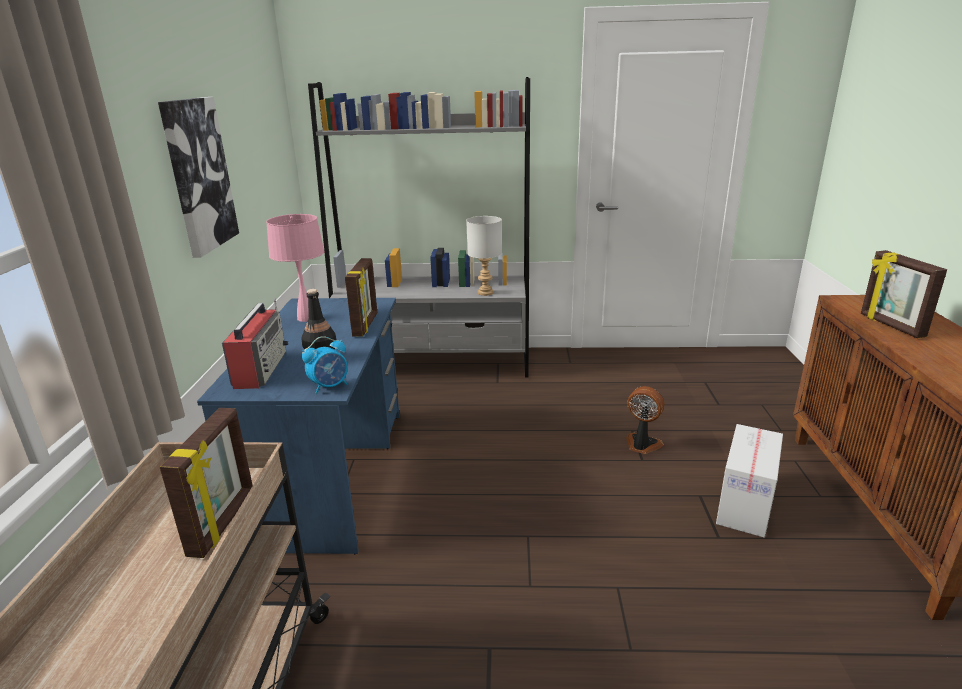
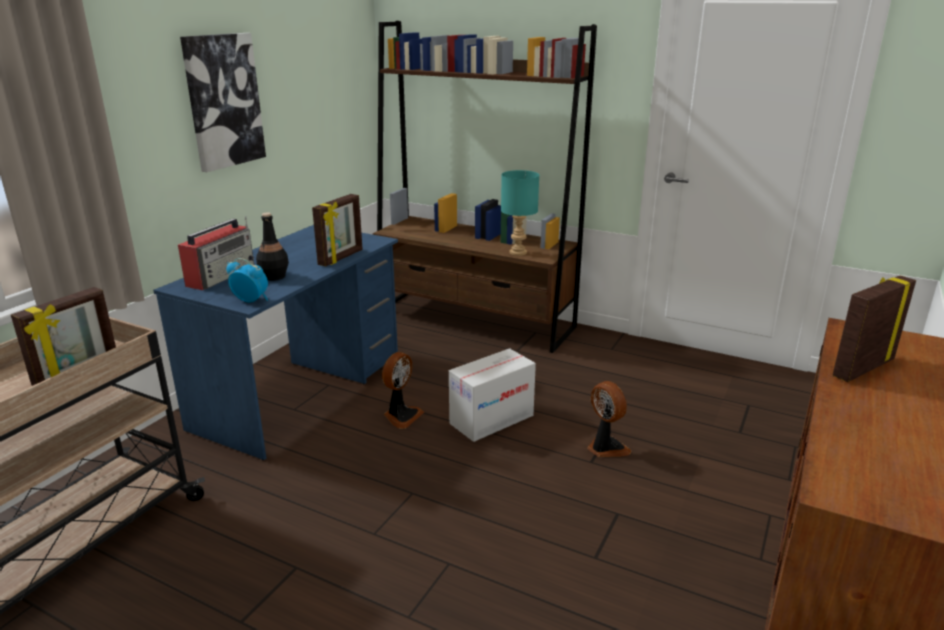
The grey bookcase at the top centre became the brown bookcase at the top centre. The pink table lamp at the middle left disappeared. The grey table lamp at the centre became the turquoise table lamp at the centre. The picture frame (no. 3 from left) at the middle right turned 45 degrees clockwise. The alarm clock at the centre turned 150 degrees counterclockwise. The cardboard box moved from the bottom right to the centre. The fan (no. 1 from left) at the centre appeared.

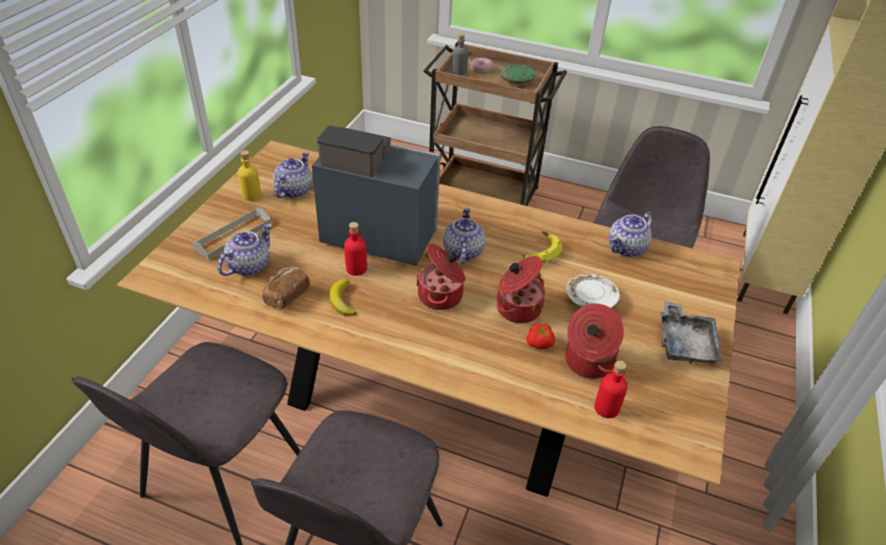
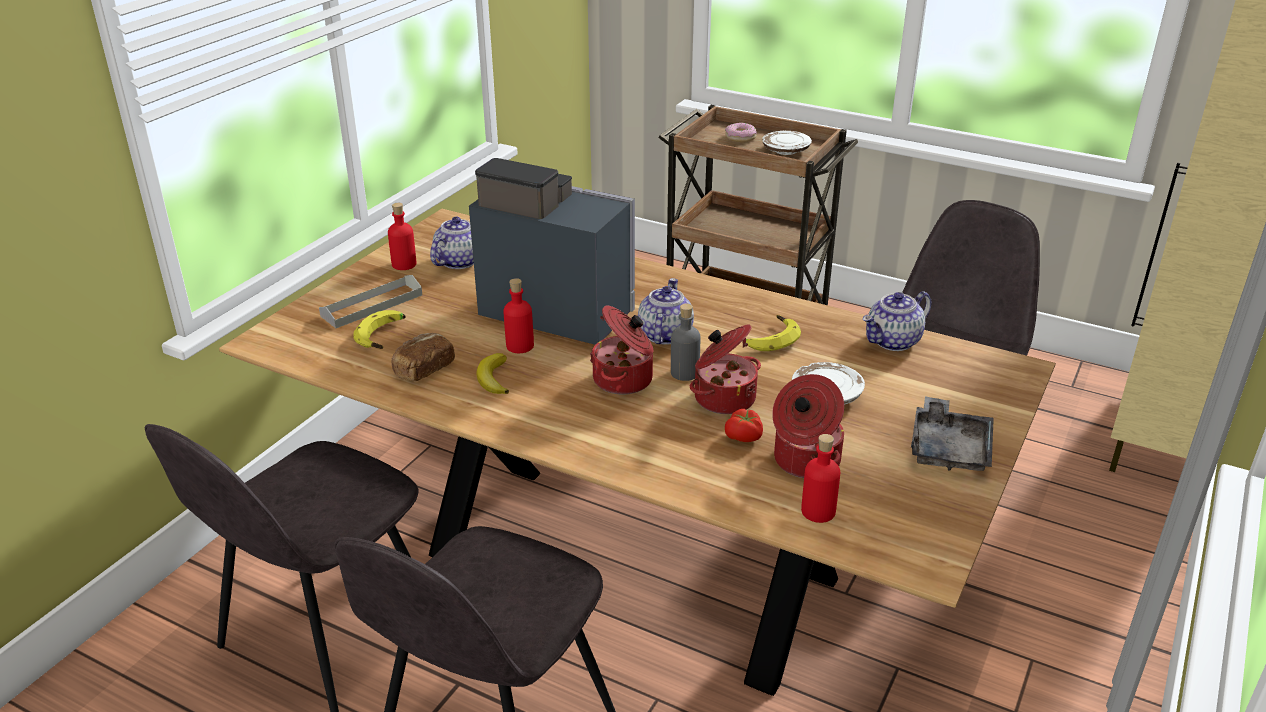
The grey bottle moved from the top centre to the centre. The green plate at the top centre became the white plate (no. 1 from left) at the top centre. The yellow bottle at the top left became the red bottle (no. 1 from left) at the top left. The teapot (no. 1 from left) at the middle left was replaced by the banana (no. 1 from left) at the middle left.

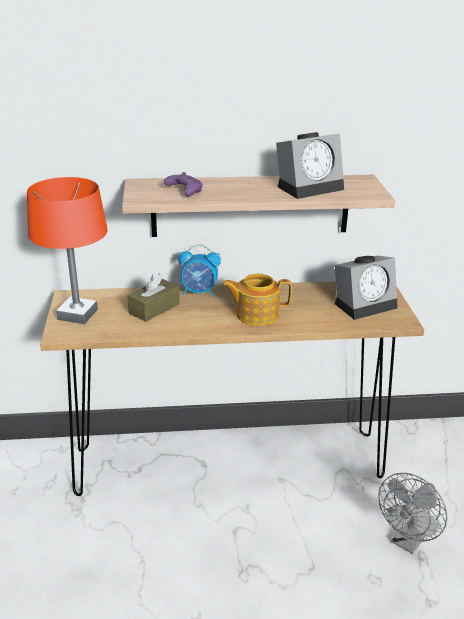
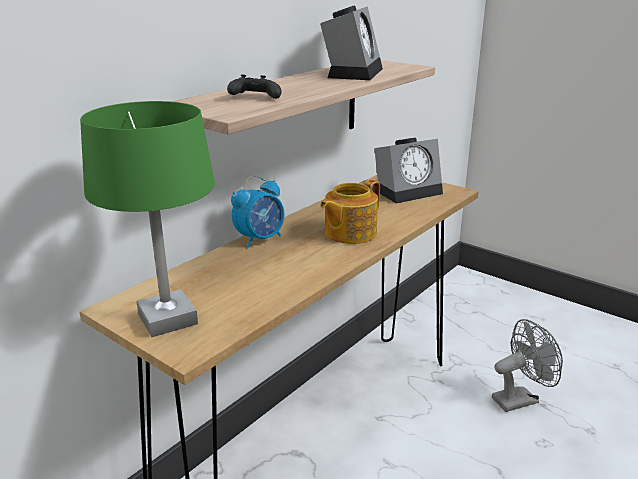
The purple game controller at the top centre became the black game controller at the top centre. The orange table lamp at the middle left became the green table lamp at the middle left. The alarm clock (no. 3 from left) at the middle right turned 45 degrees clockwise. The brown tissue box at the middle left disappeared. The grey fan at the bottom right turned 105 degrees counterclockwise.

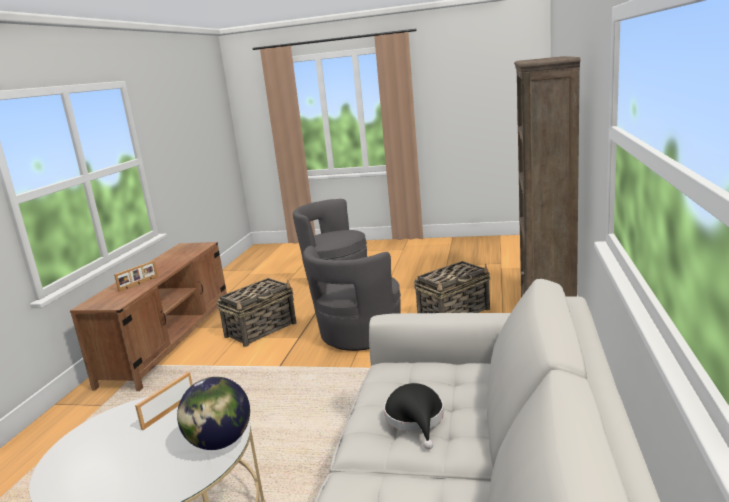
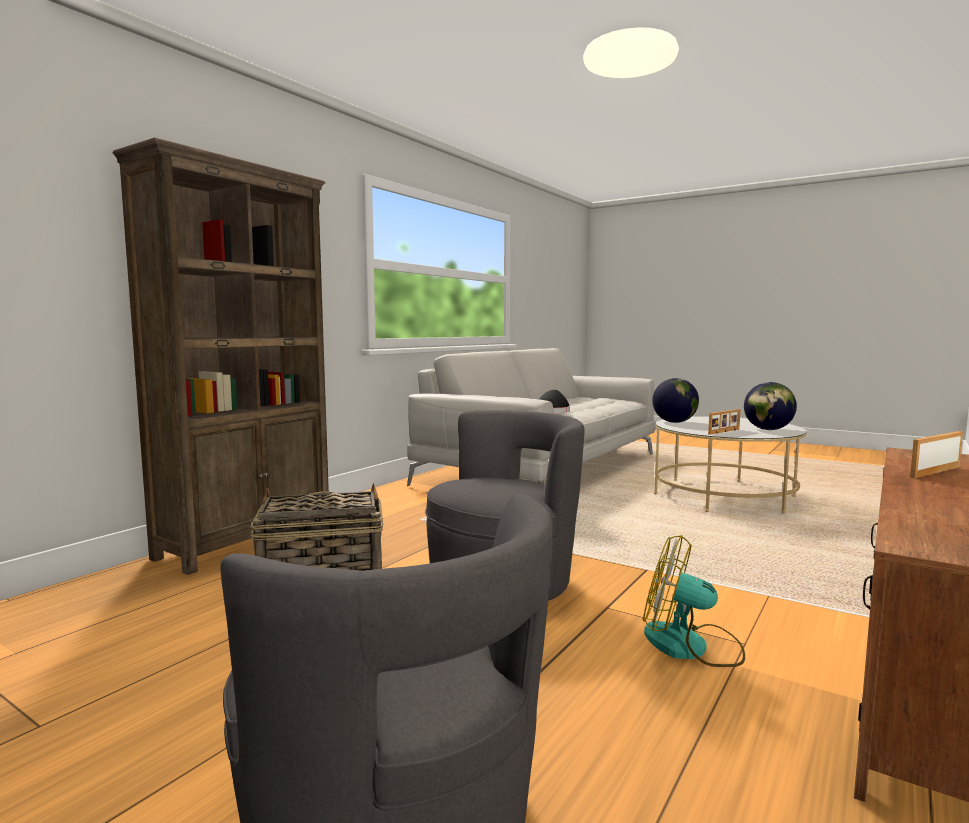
The basket (no. 1 from left) at the centre was replaced by the fan at the bottom right. The globe (no. 2 from left) at the middle right appeared.

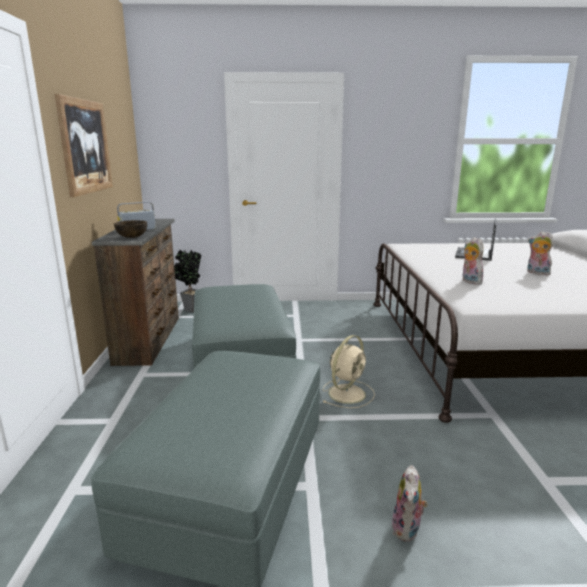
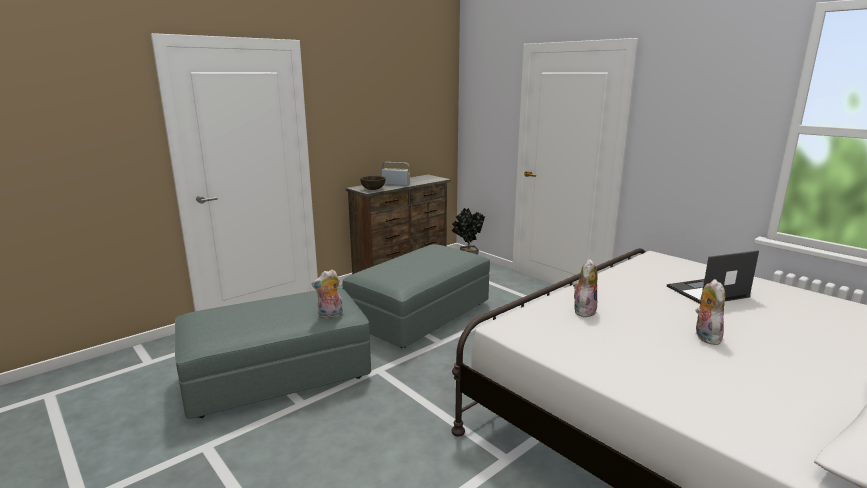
The picture at the top left disappeared. The beige fan at the centre disappeared. The plush toy (no. 1 from left) moved from the bottom right to the centre.

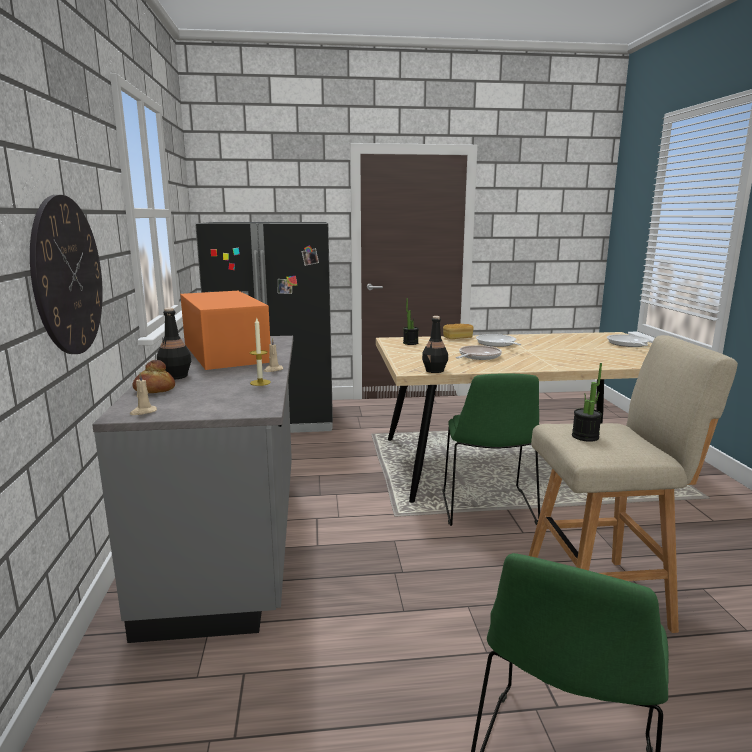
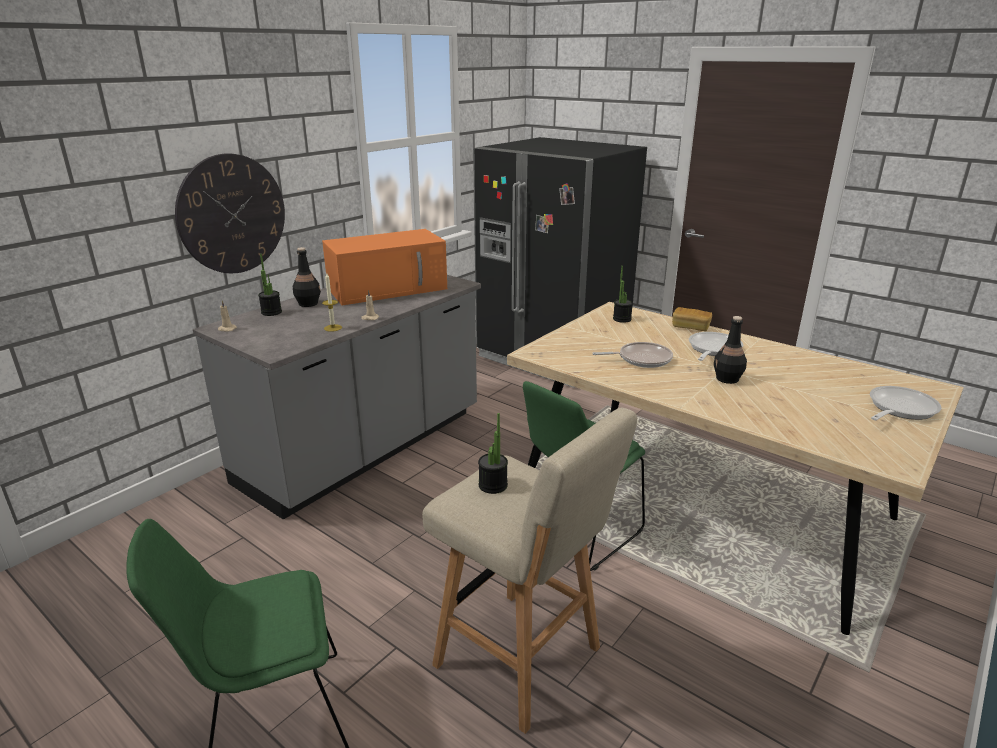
The orange microwave at the middle left turned 45 degrees clockwise. The black bottle (no. 2 from left) moved from the centre to the middle right. The bread (no. 1 from left) at the middle left was replaced by the potted plant (no. 1 from left) at the middle left.

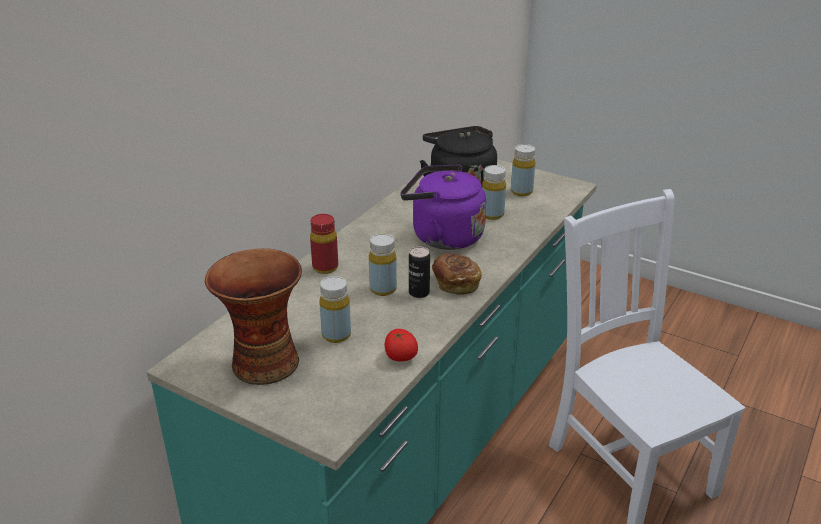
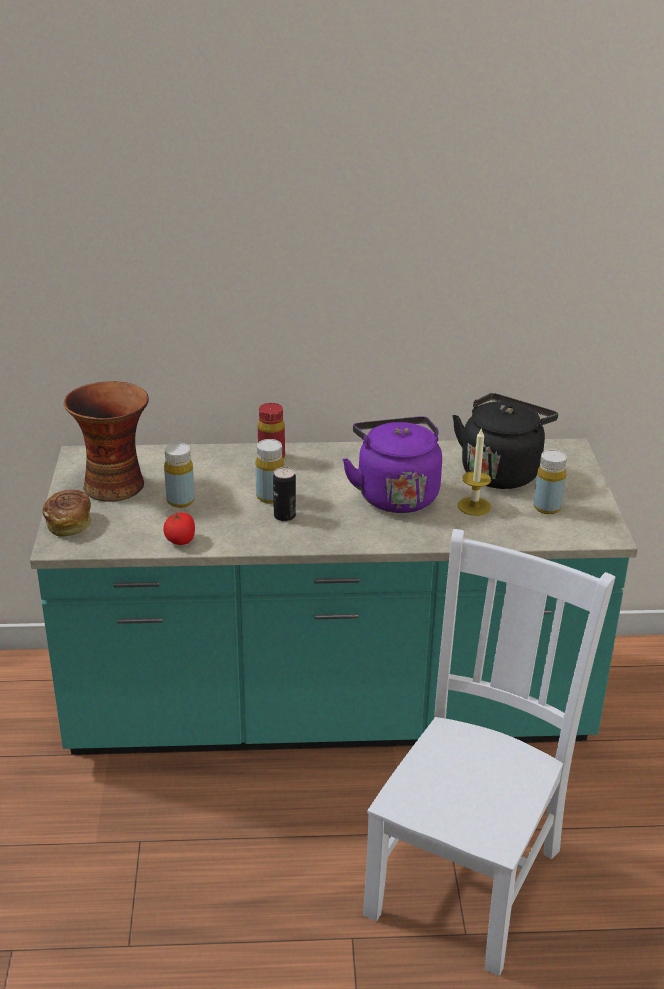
The yellow bottle (no. 3 from left) at the centre was replaced by the candle at the middle right. The bread moved from the centre to the middle left.

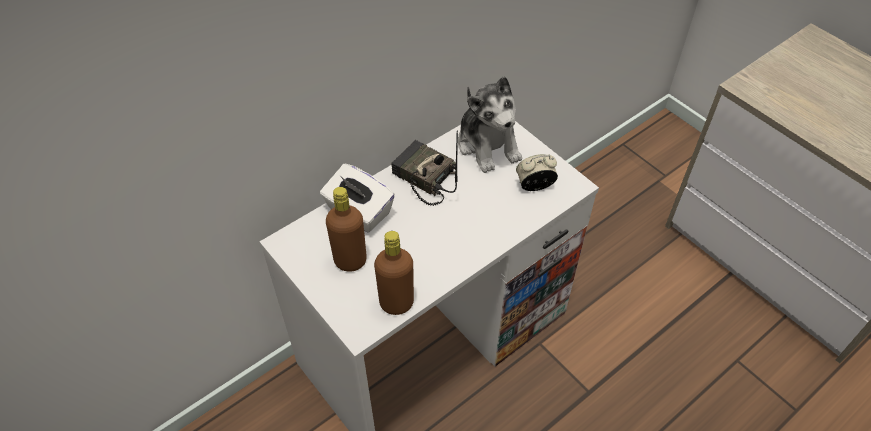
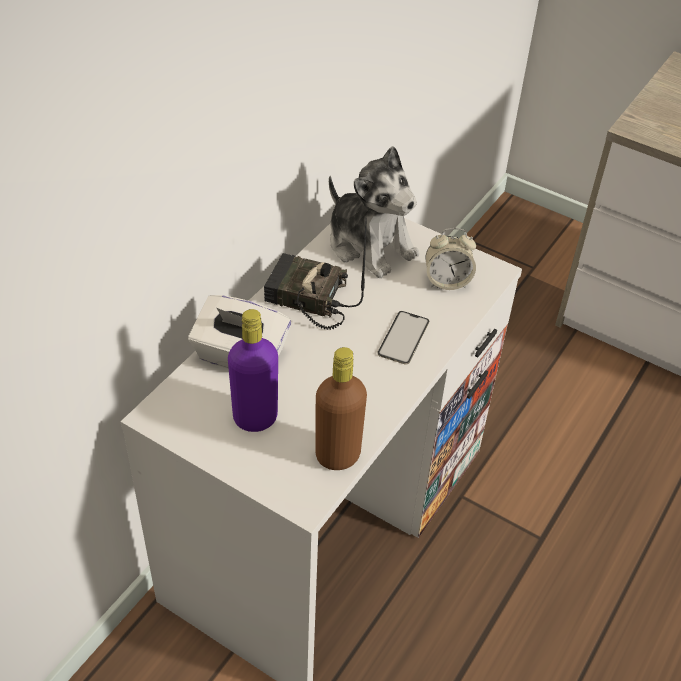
The alarm clock at the centre turned 150 degrees counterclockwise. The brown bottle (no. 1 from left) at the centre became the purple bottle at the centre. The phone at the centre appeared.

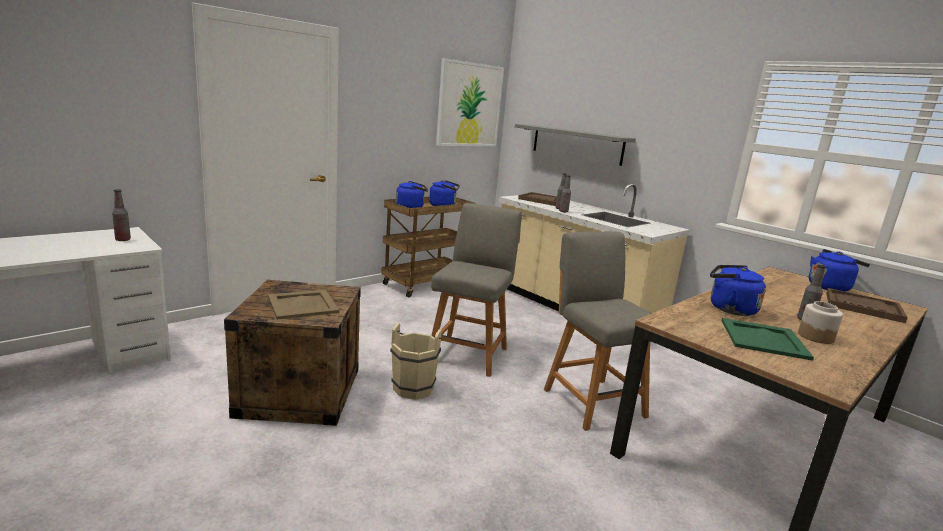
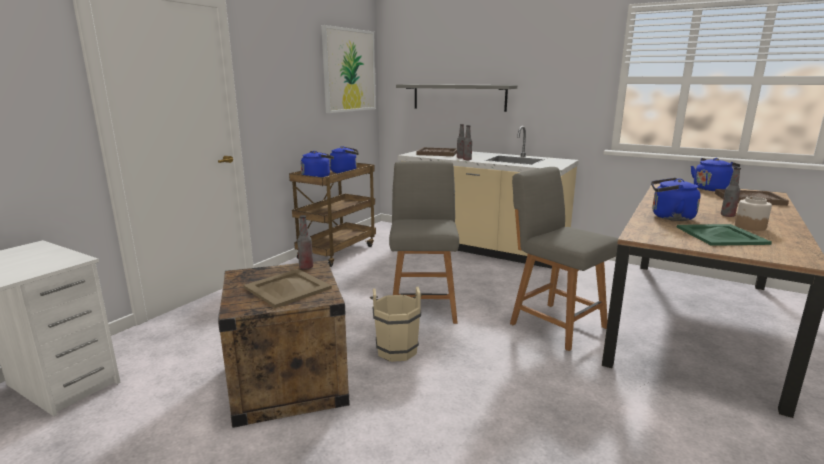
The bottle (no. 1 from left) moved from the middle left to the centre.

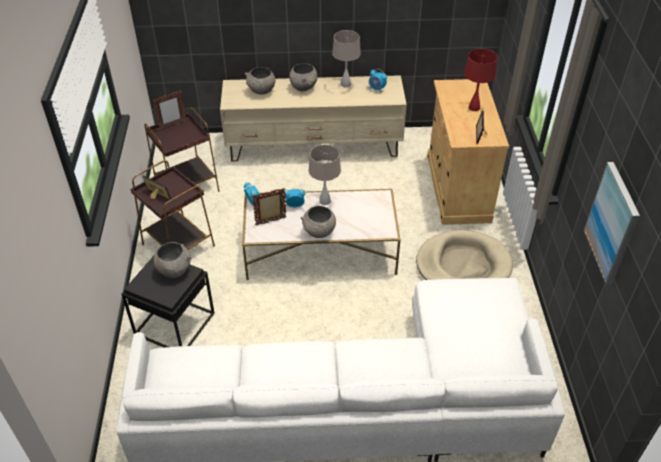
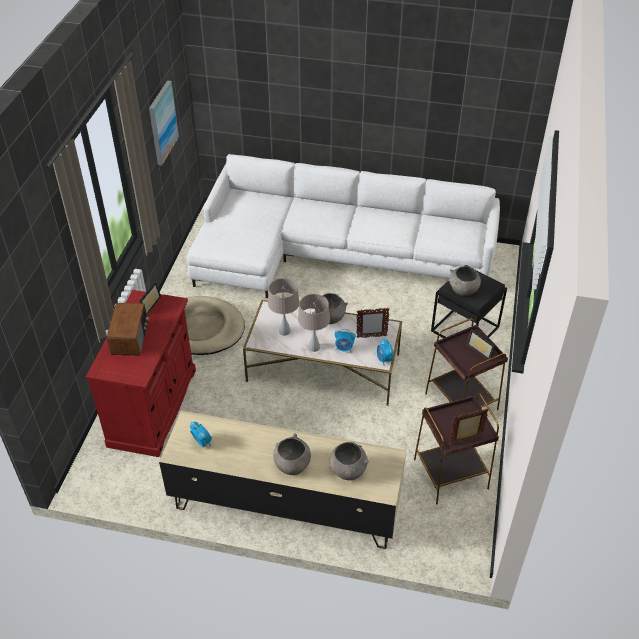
The beige table lamp (no. 2 from left in the first image) moved from the top centre to the centre. The red table lamp at the top right was replaced by the radio at the middle left. The beige cabinet at the top right became the red cabinet at the middle left.

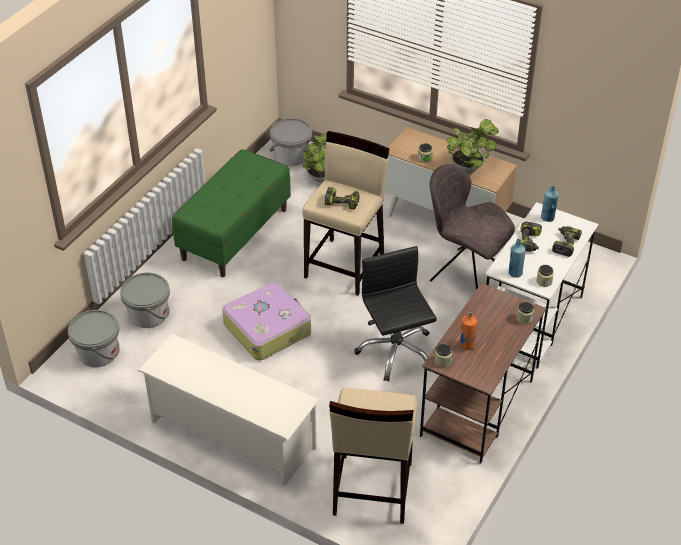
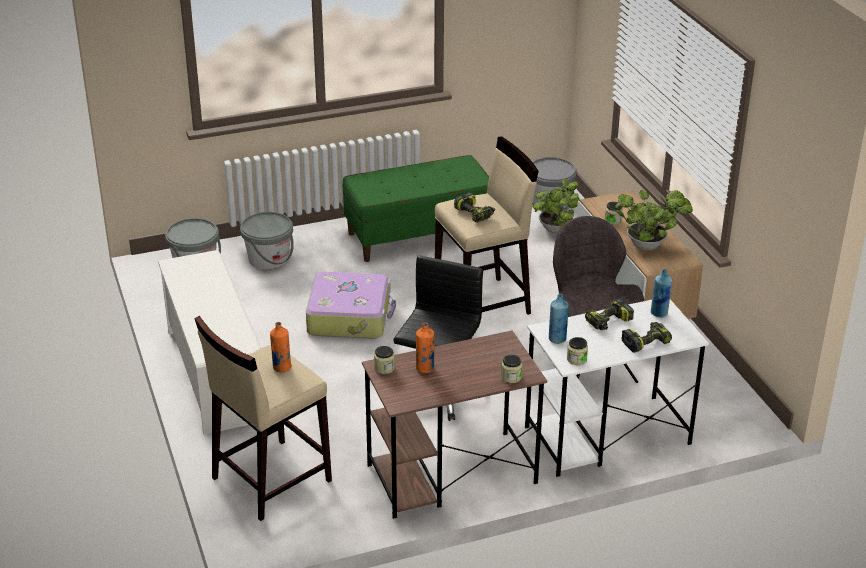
The orange bottle (no. 1 from left) at the middle left appeared.

